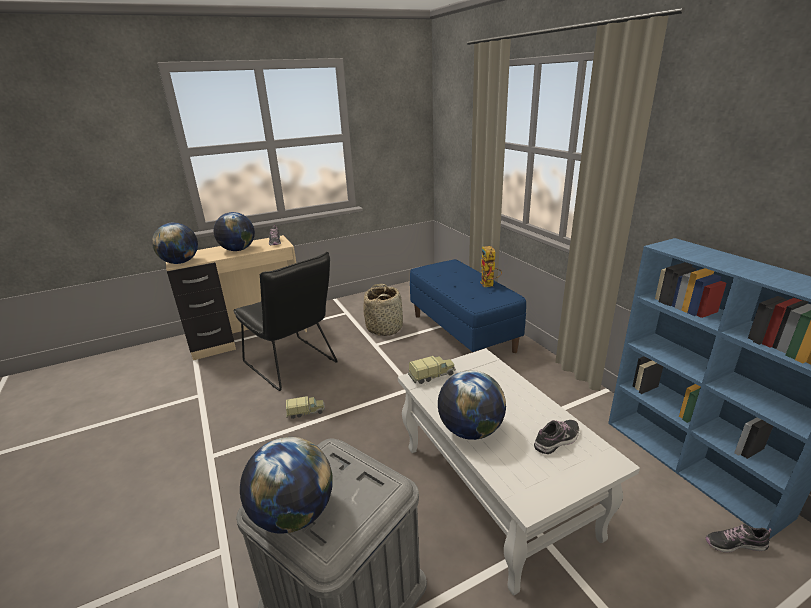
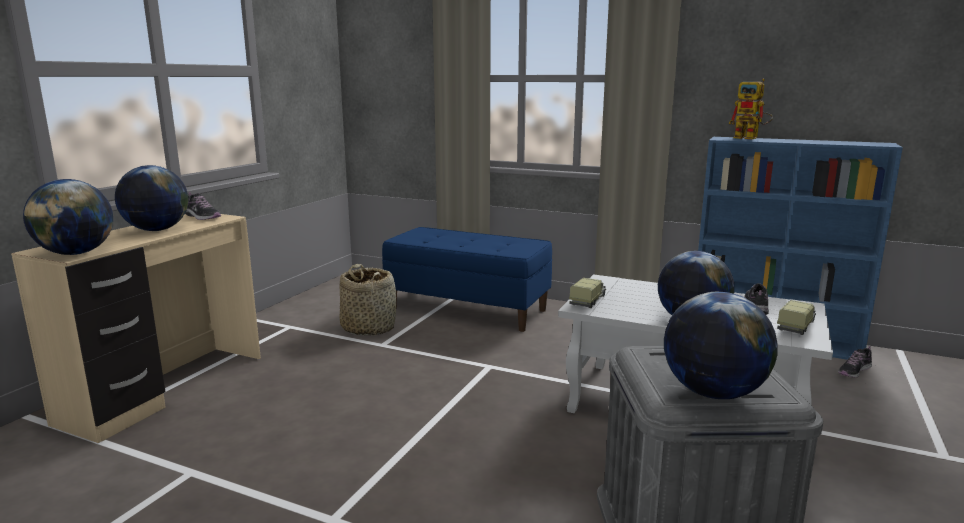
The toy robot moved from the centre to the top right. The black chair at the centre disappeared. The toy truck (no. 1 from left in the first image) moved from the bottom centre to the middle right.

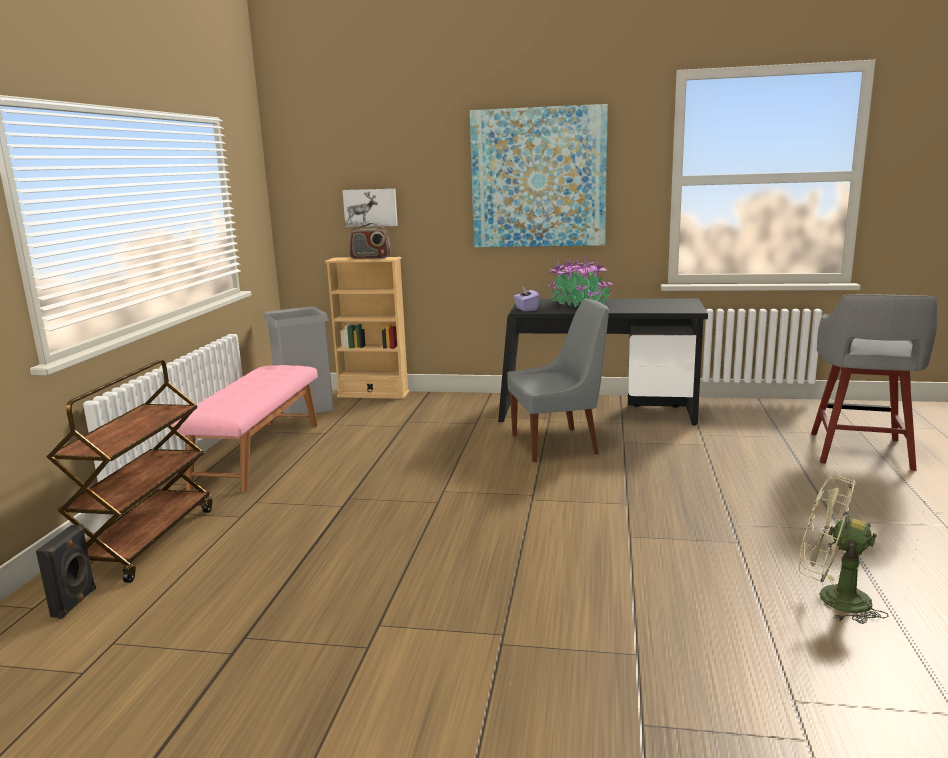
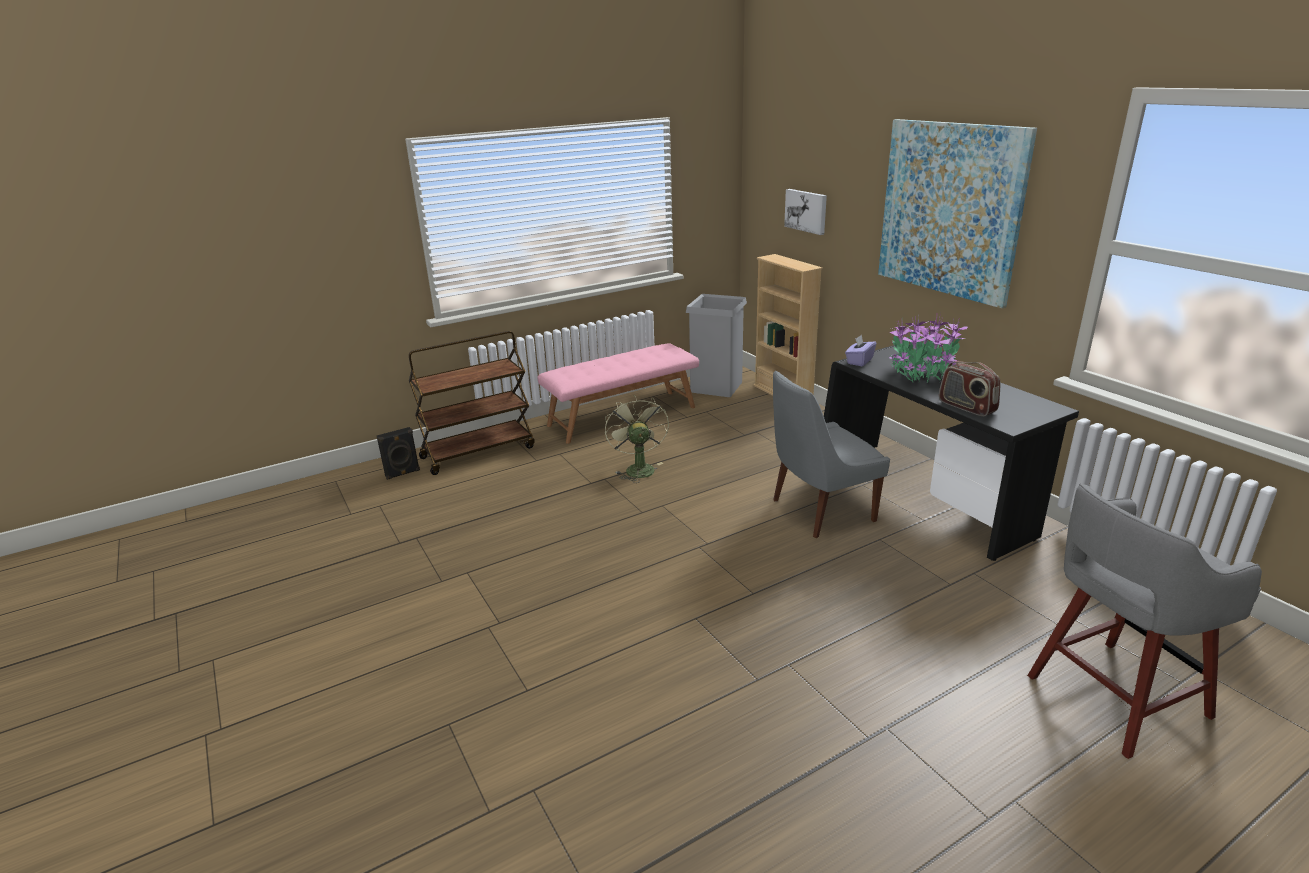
The radio moved from the top centre to the middle right. The grey chair at the centre turned 120 degrees clockwise. The green fan moved from the bottom right to the centre.

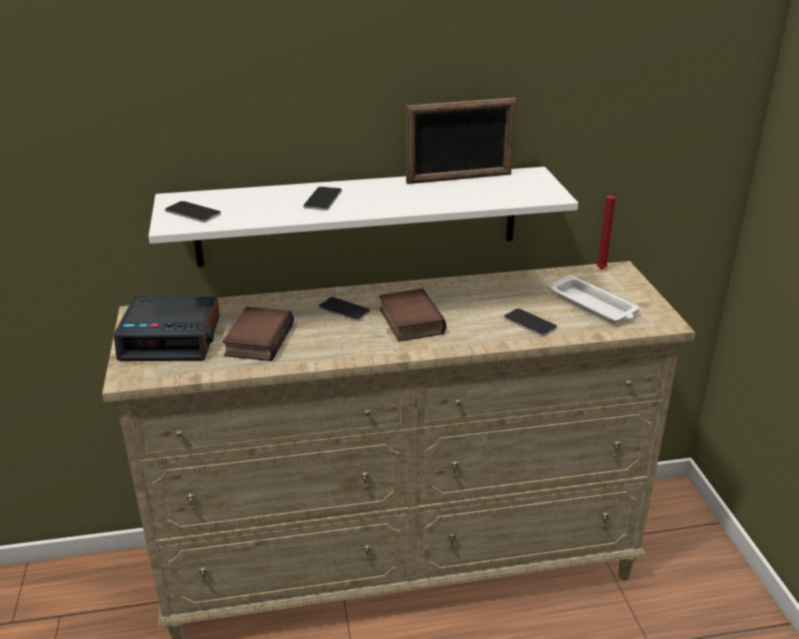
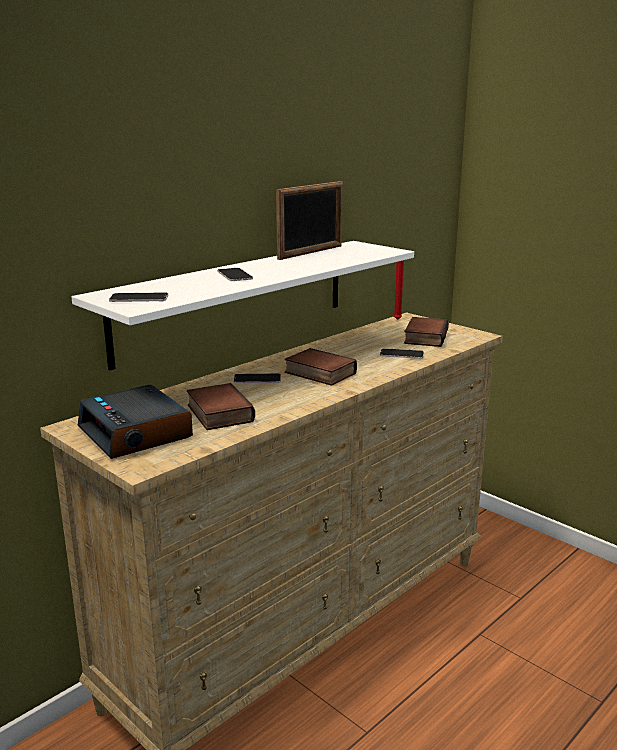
The white tray at the middle right was replaced by the book (no. 3 from left) at the middle right. The alarm clock at the middle left turned 90 degrees clockwise.

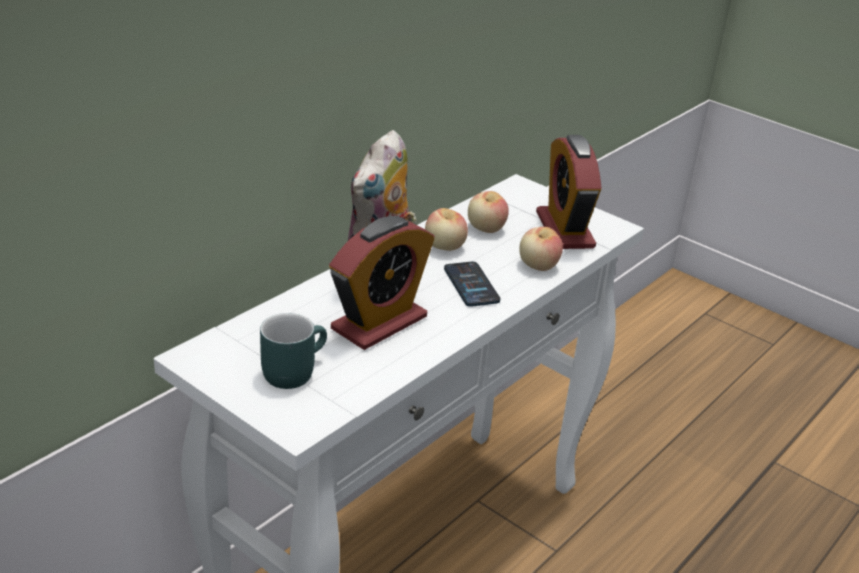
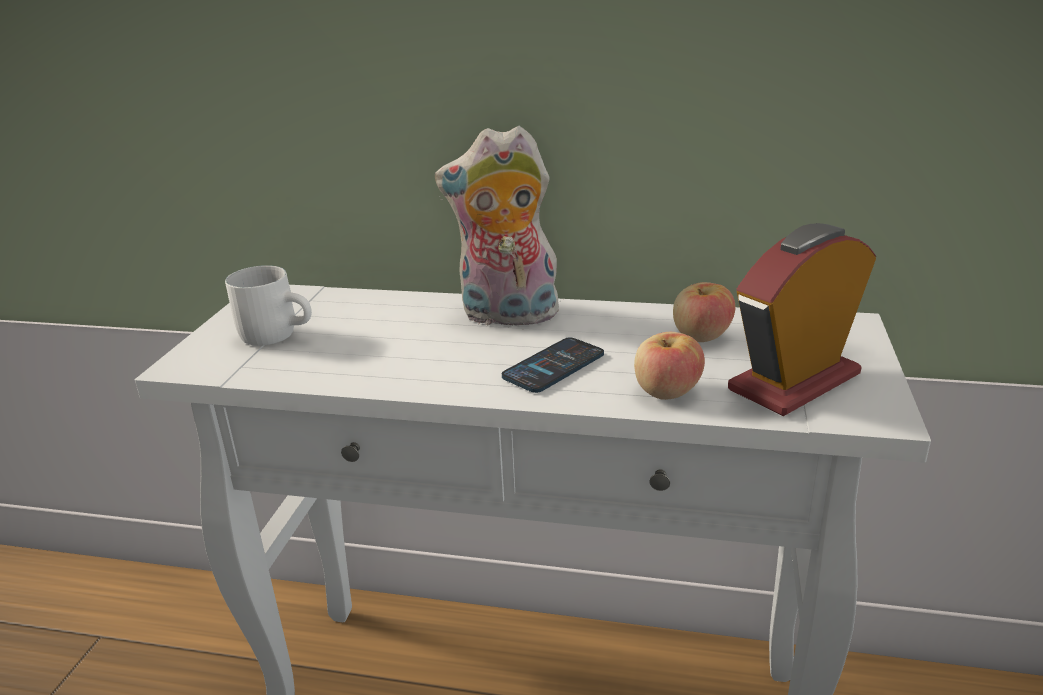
The apple (no. 1 from left) at the centre disappeared. The alarm clock (no. 1 from left) at the centre disappeared. The turquoise mug at the centre became the white mug at the middle left.

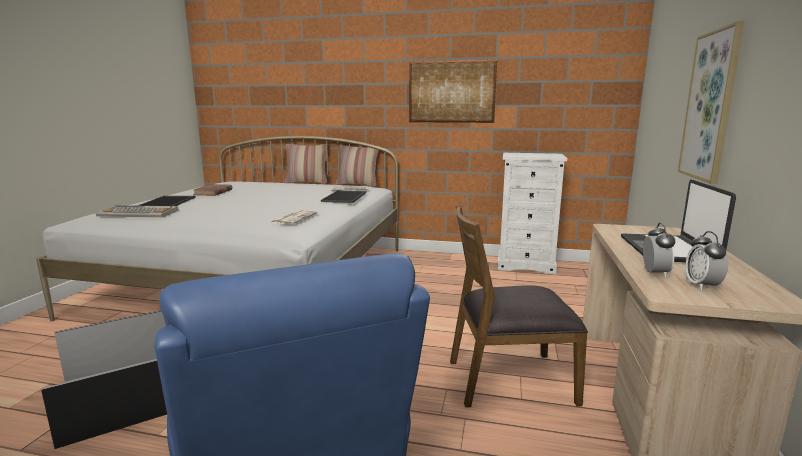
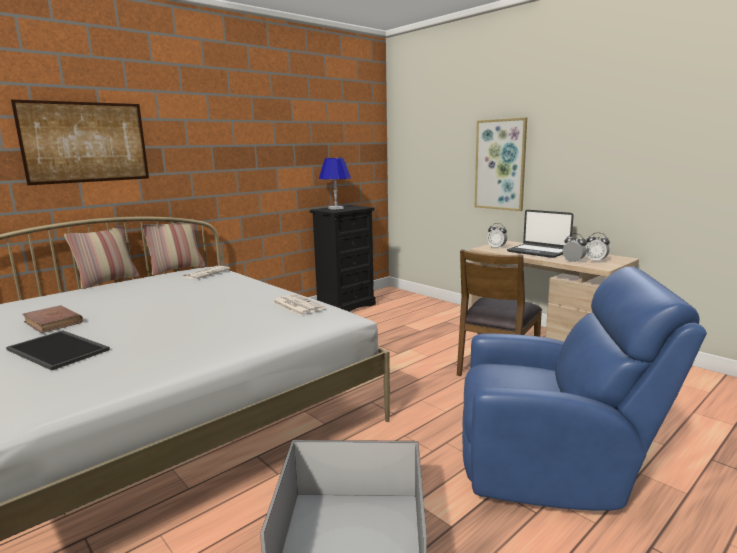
The picture (no. 1 from left) moved from the top centre to the top left. The white dresser at the centre became the black dresser at the centre. The tray (no. 2 from left) at the centre disappeared. The keyboard at the middle left disappeared. The blue table lamp at the top centre appeared. The alarm clock (no. 1 from left) at the middle right appeared.

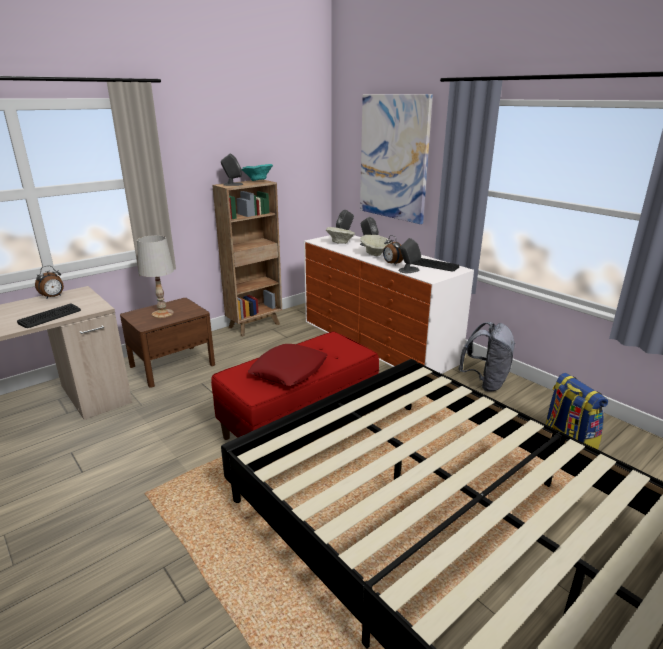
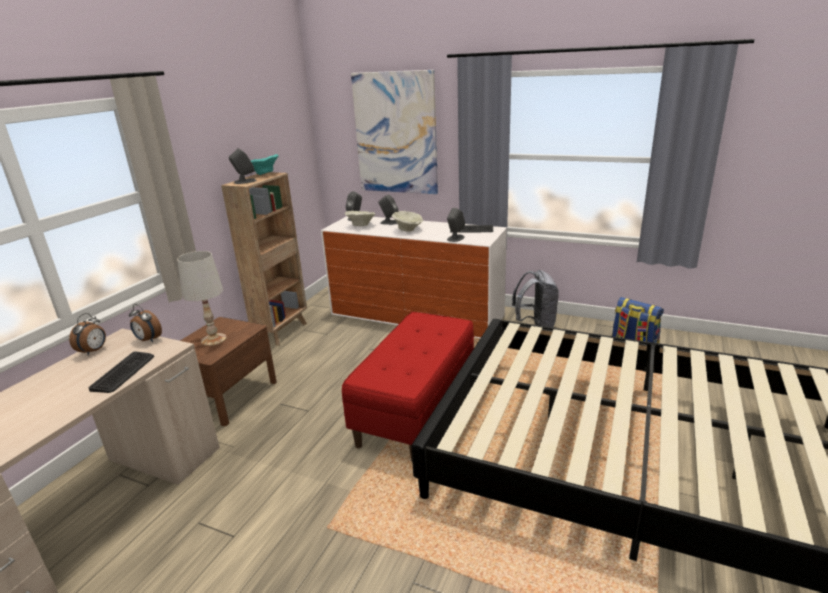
The alarm clock (no. 2 from left) moved from the centre to the middle left. The red pillow at the centre disappeared.

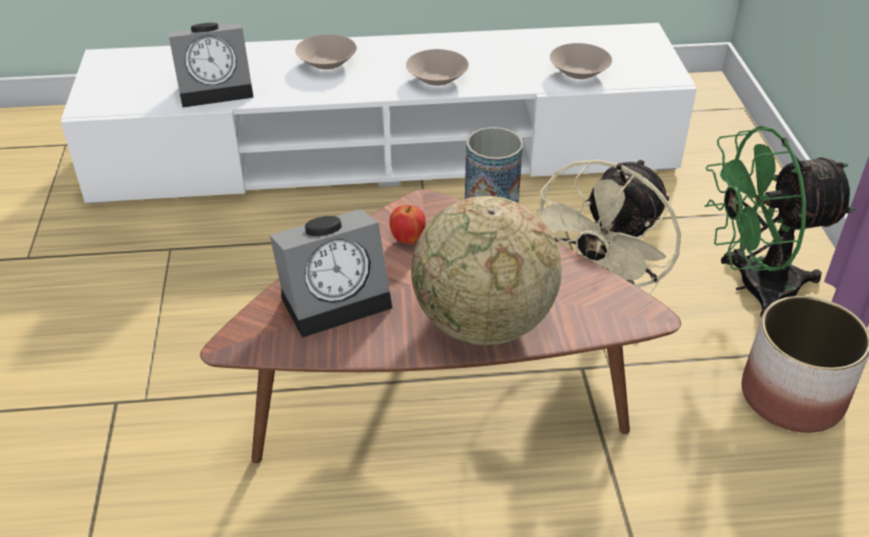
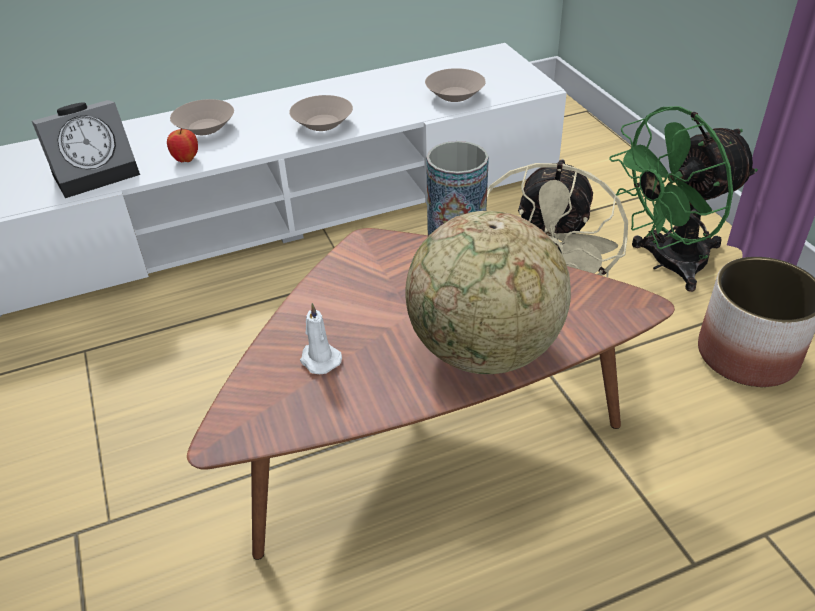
The apple moved from the centre to the top left. The alarm clock (no. 2 from left) at the centre was replaced by the white candle at the centre.

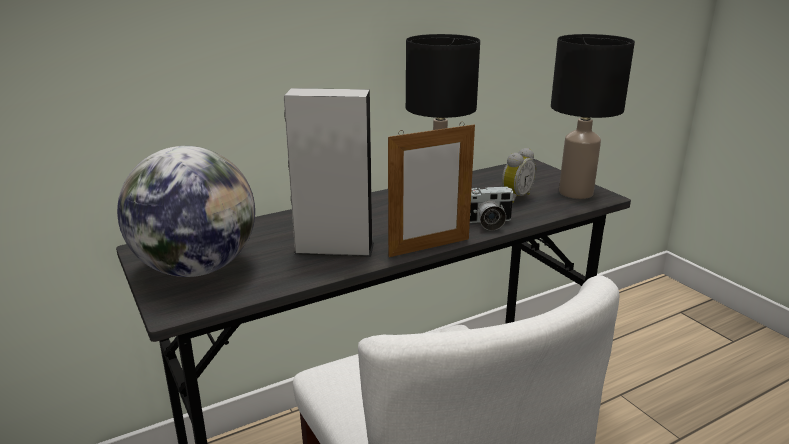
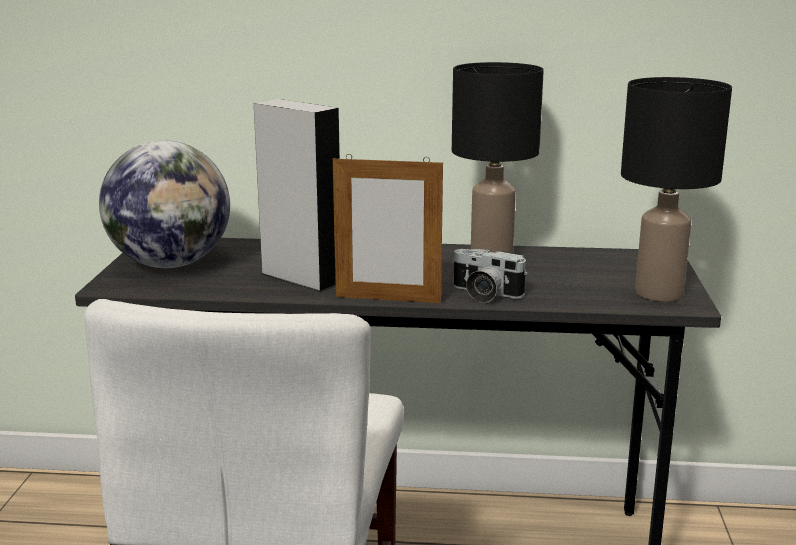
The alarm clock at the centre disappeared.

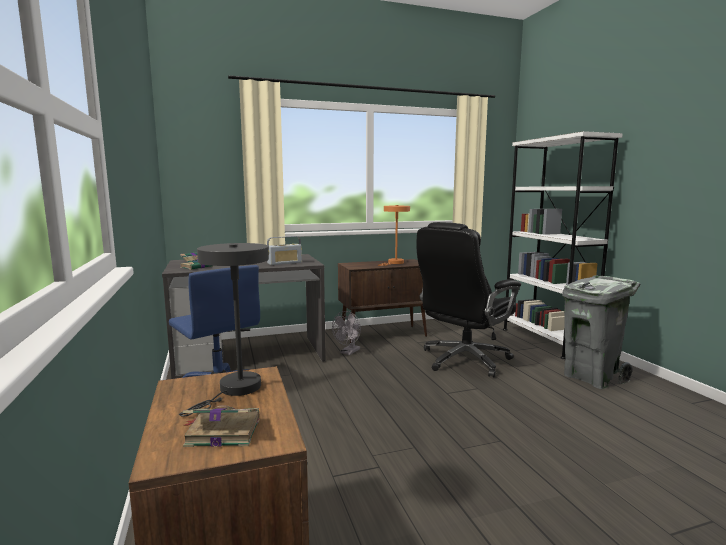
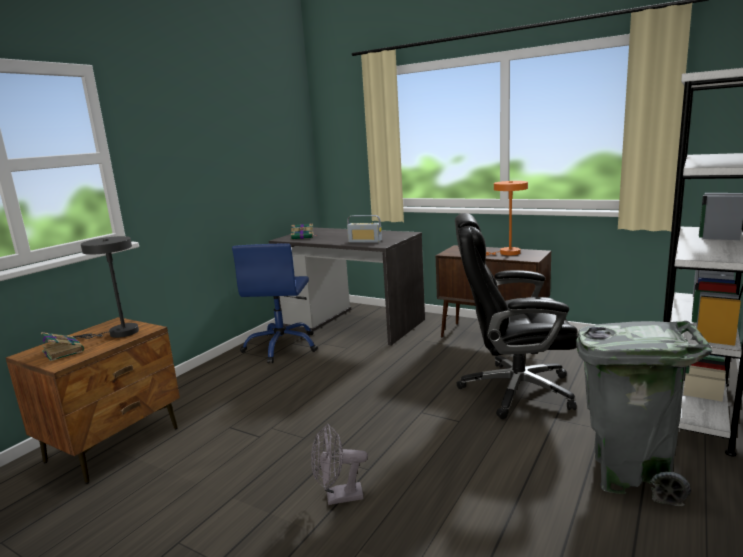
The grey fan moved from the centre to the bottom centre.

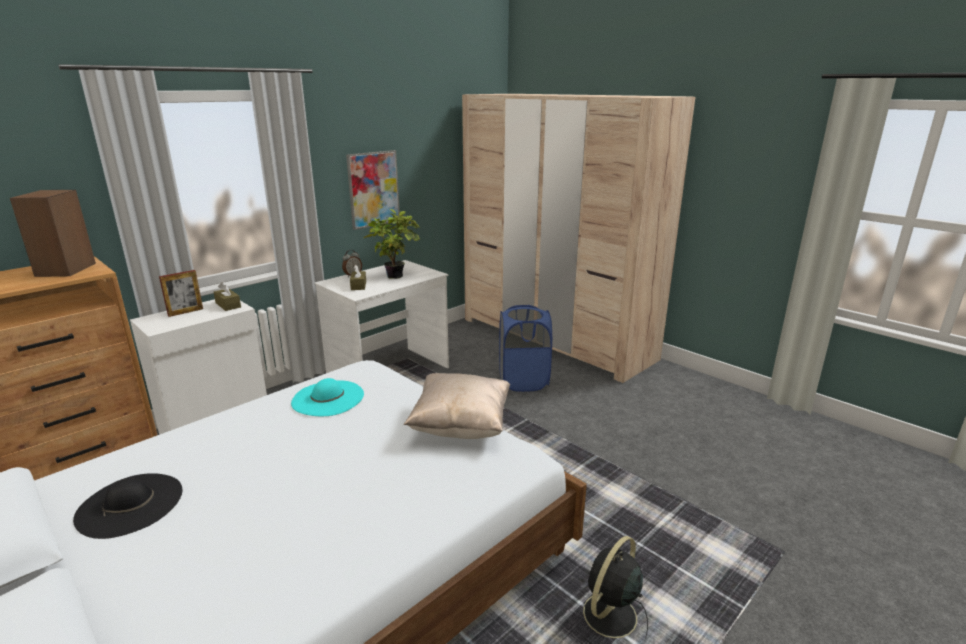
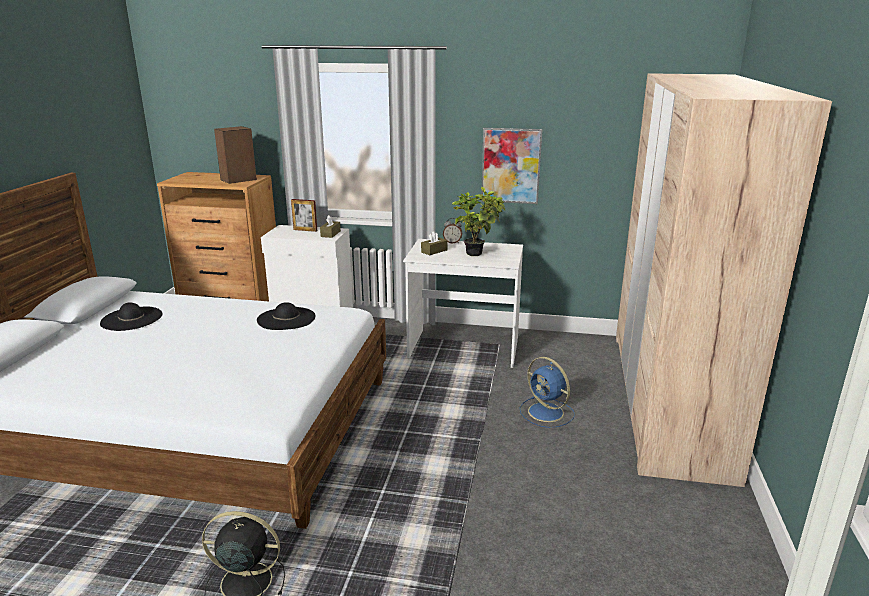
The blue laundry basket at the centre was replaced by the blue fan at the centre. The beige pillow at the centre disappeared. The turquoise hat at the centre became the black hat (no. 2 from left) at the middle left.

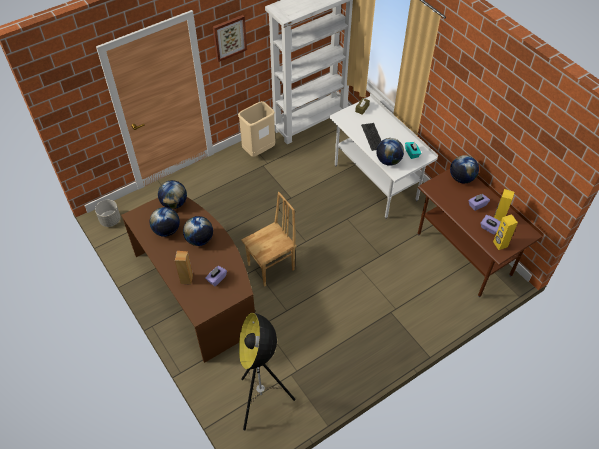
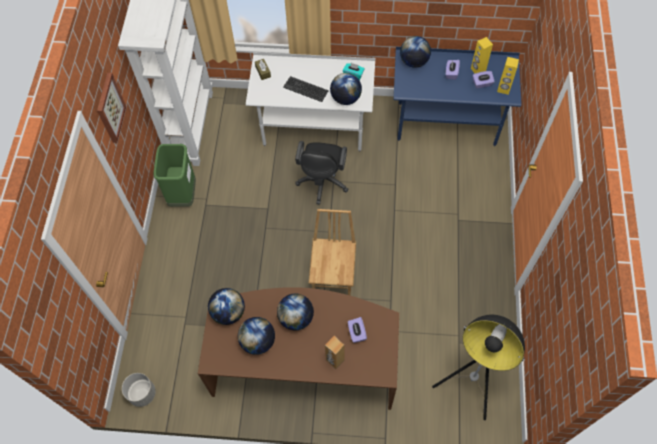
The beige trash can at the top centre became the green trash can at the middle left. The brown desk (no. 2 from left) at the middle right became the blue desk at the top right. The black office chair at the centre appeared.

